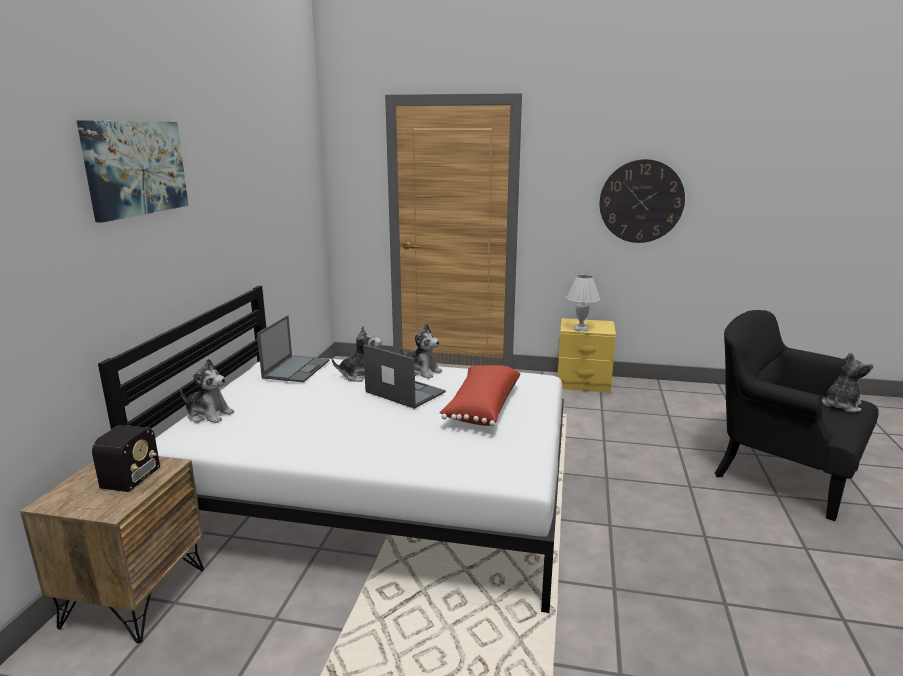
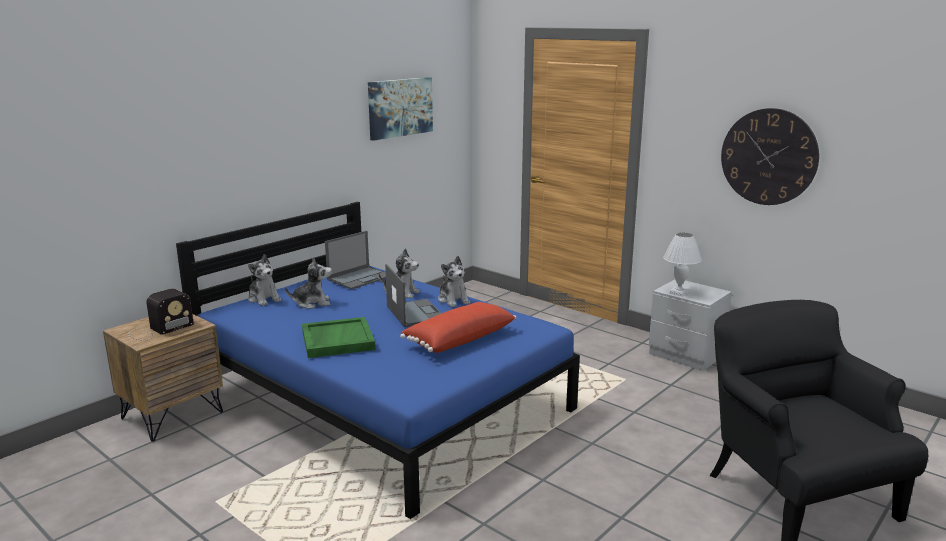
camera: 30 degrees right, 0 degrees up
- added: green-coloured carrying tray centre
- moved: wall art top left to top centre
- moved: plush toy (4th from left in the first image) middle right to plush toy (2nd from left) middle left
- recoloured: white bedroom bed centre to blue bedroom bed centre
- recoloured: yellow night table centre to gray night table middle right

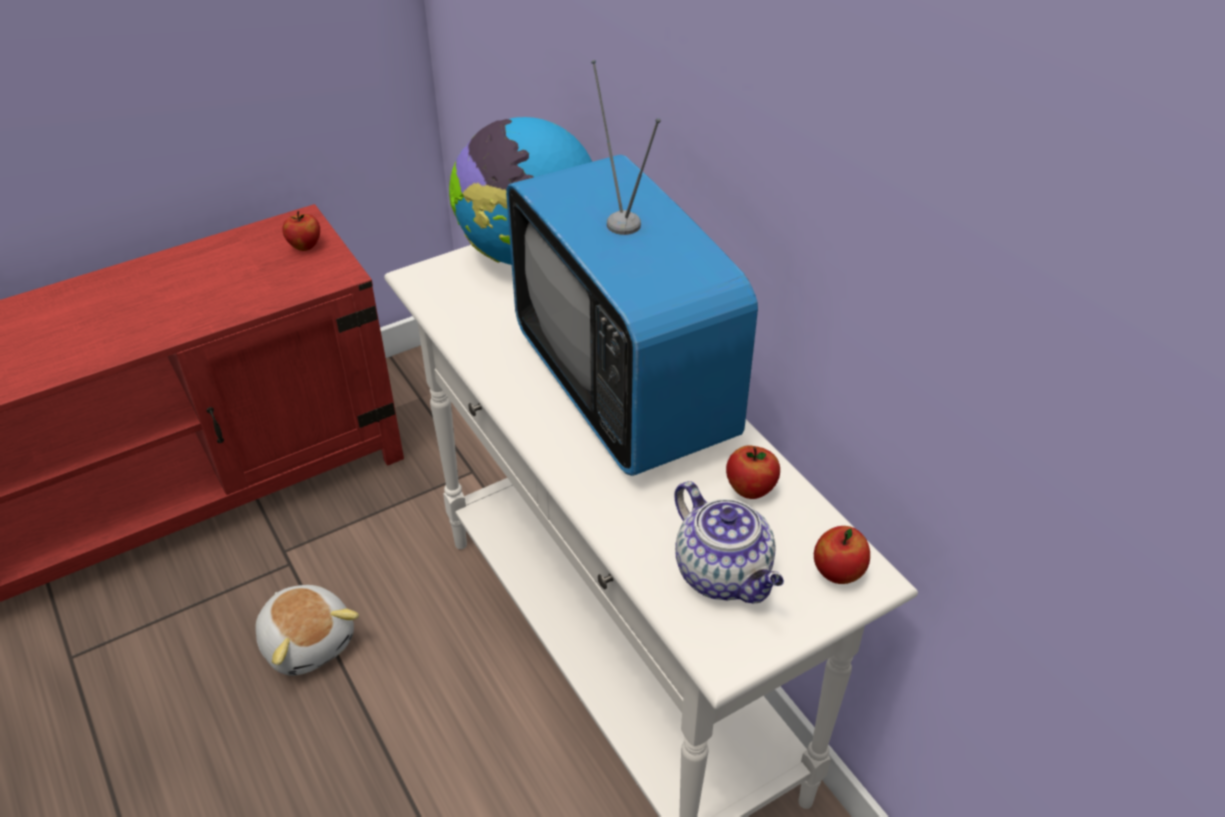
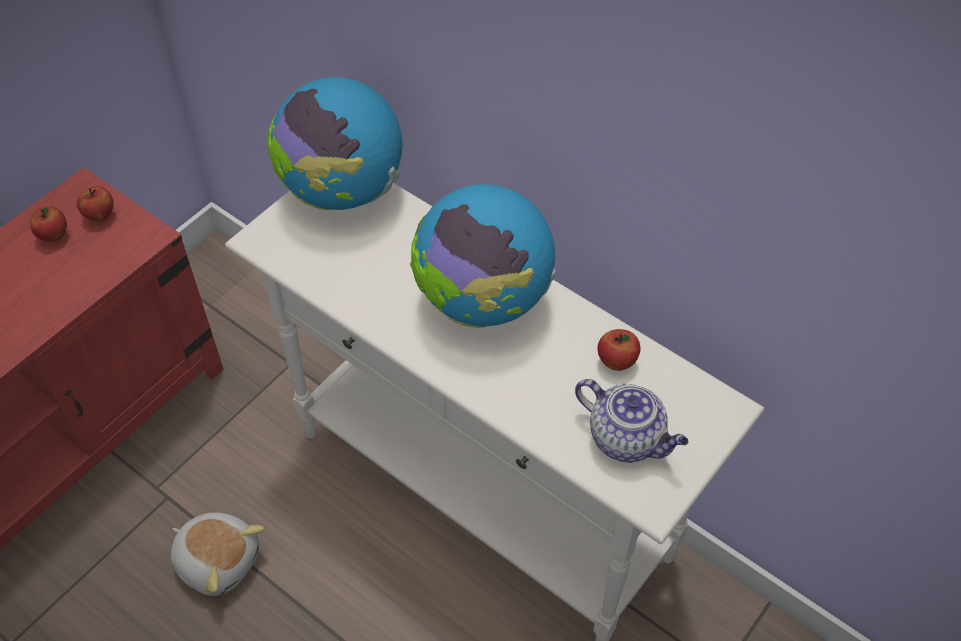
camera: 20 degrees left, 10 degrees up
- moved: apple fruit (3rd from left in the first image) bottom right to apple fruit (1st from left) middle left
- replaced: TV set top centre to globe (2nd from left) centre

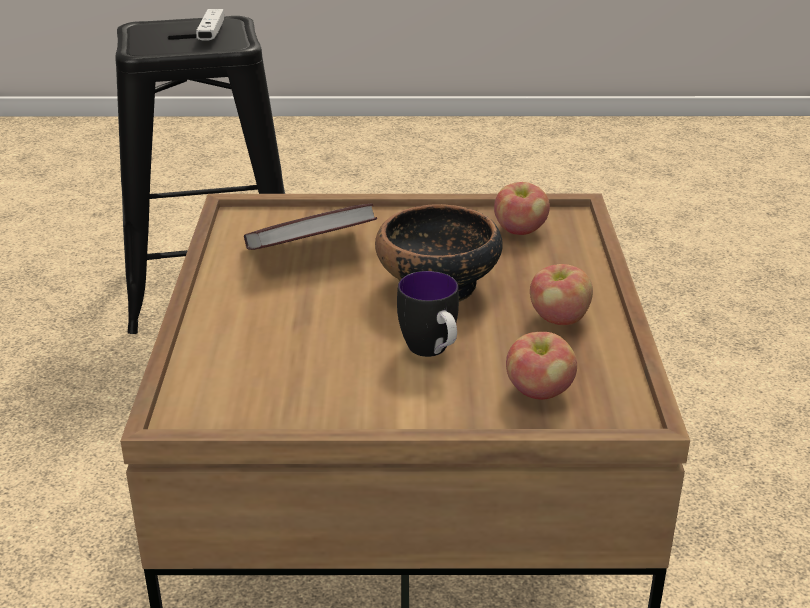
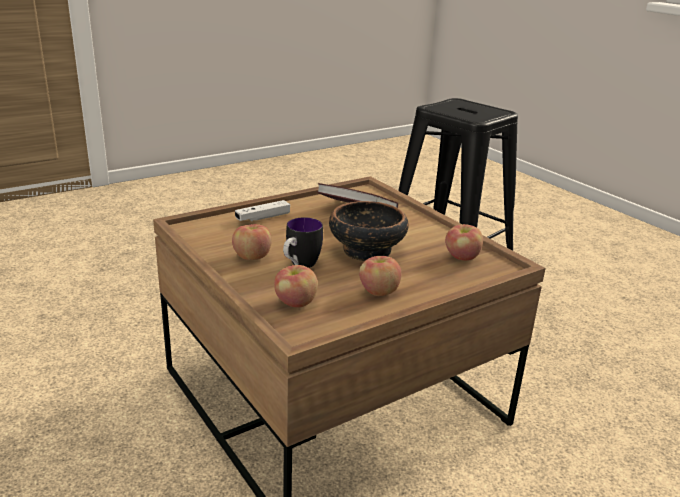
camera: 55 degrees right, 5 degrees down
- added: apple fruit (1st from left) centre
- moved: white game controller top left to centre

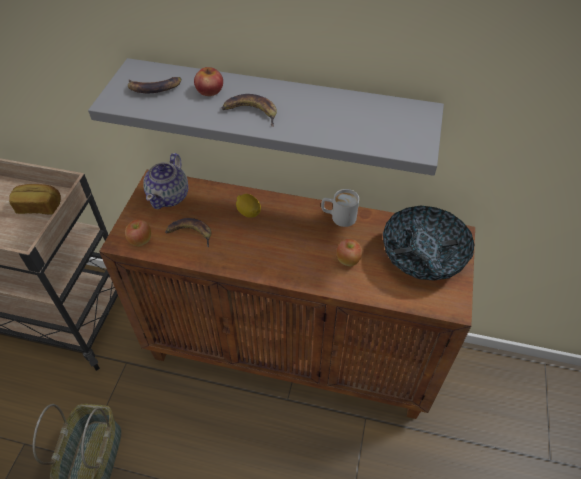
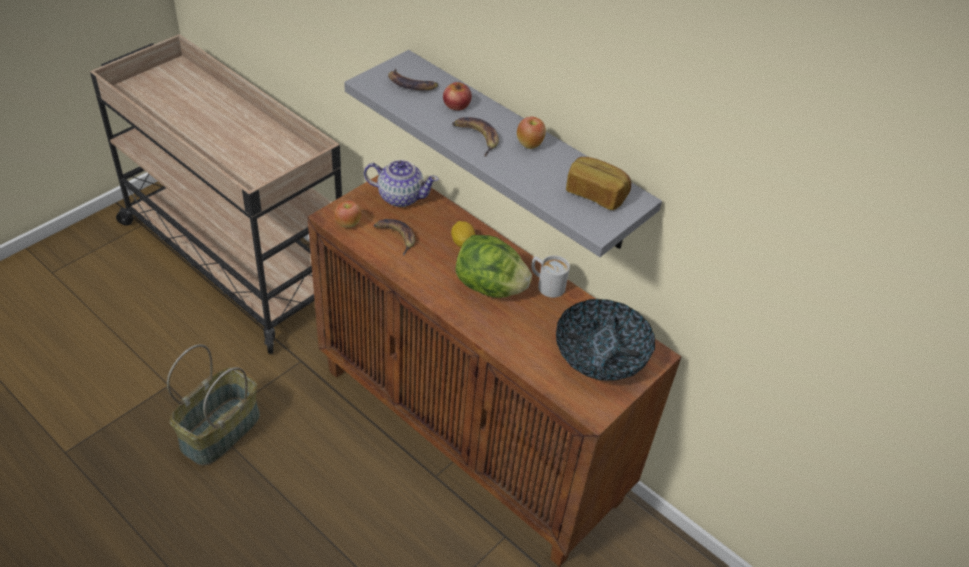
camera: 25 degrees right, 5 degrees down
- added: lettuce centre
- moved: bakery bread middle left to top centre
- moved: apple fruit (3rd from left) centre to top centre
- turned: teapot middle left = top centre 120 degrees counterclockwise

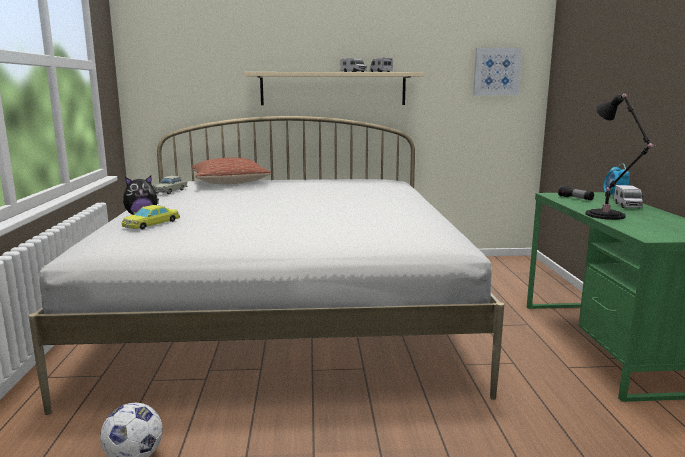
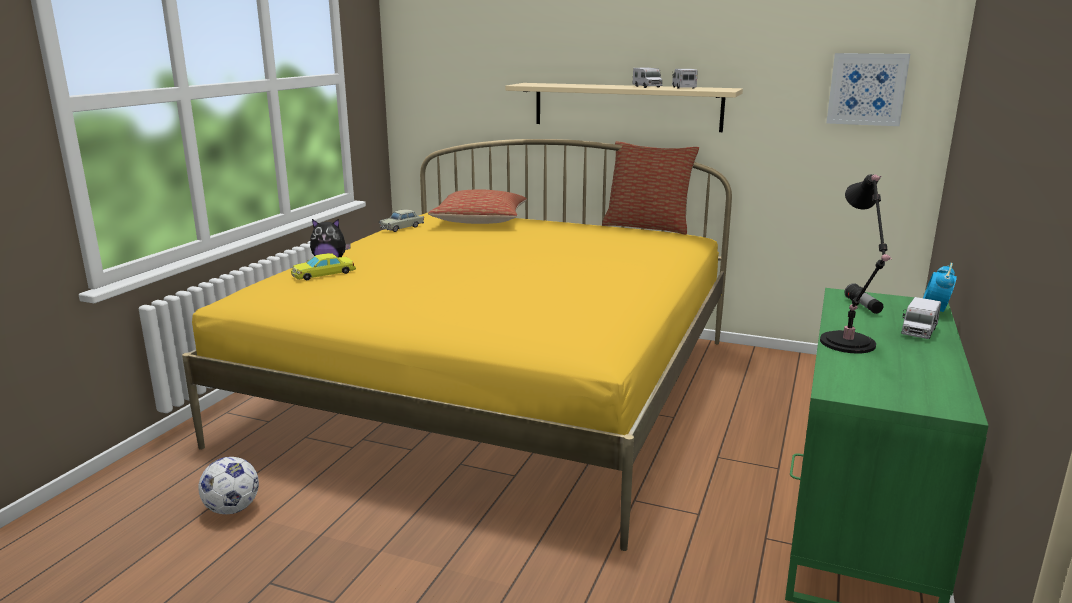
camera: 25 degrees right, 5 degrees up
- added: cushion (2nd from left) top centre
- recoloured: white bedroom bed centre to yellow bedroom bed centre

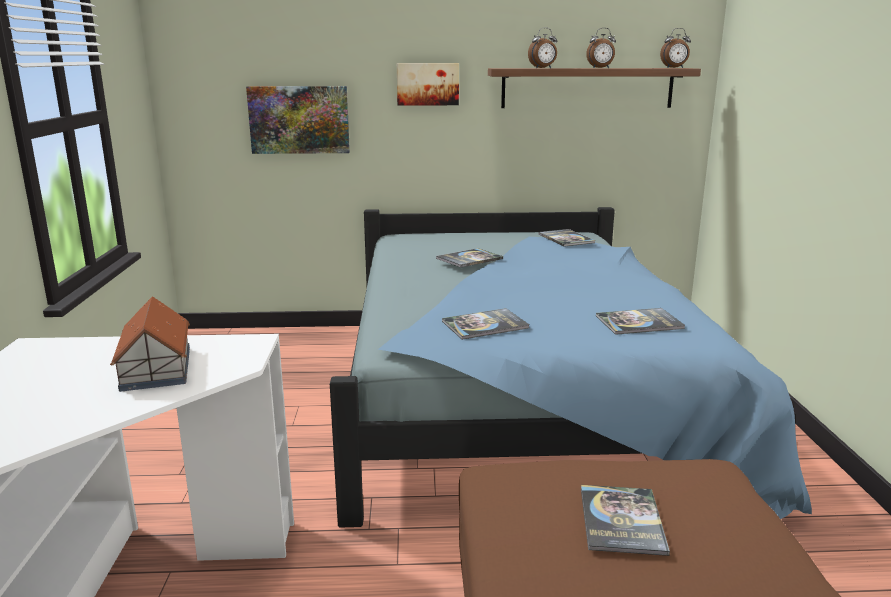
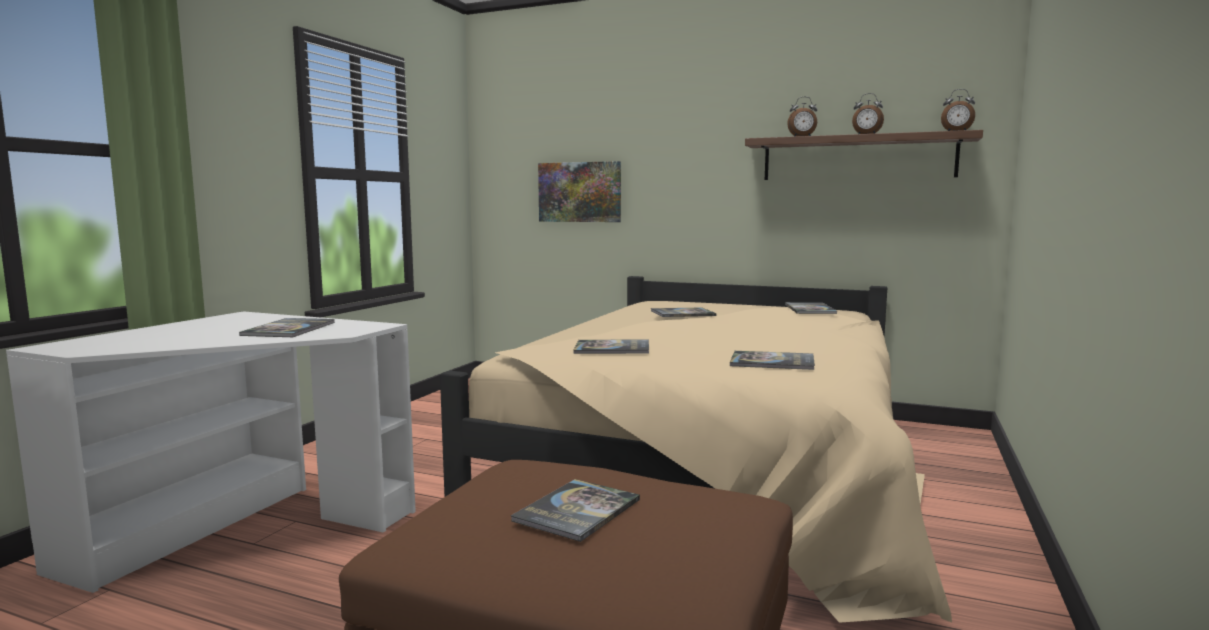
camera: 25 degrees right, 10 degrees down
- removed: wall art (2nd from left) top centre
- replaced: toy house middle left to volume (1st from left) middle left
- recoloured: blue bedroom bed centre to sand-coloured bedroom bed bottom centre

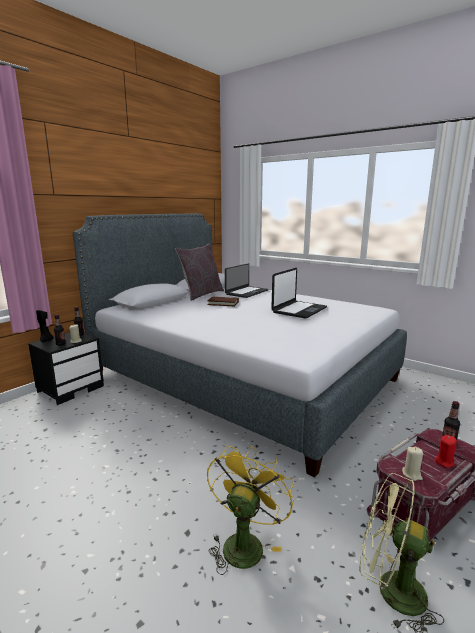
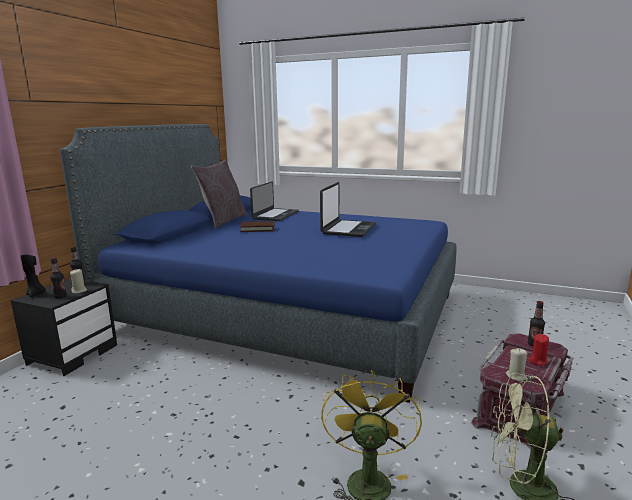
camera: 15 degrees left, 0 degrees up
- recoloured: gray bedroom bed centre to blue bedroom bed centre

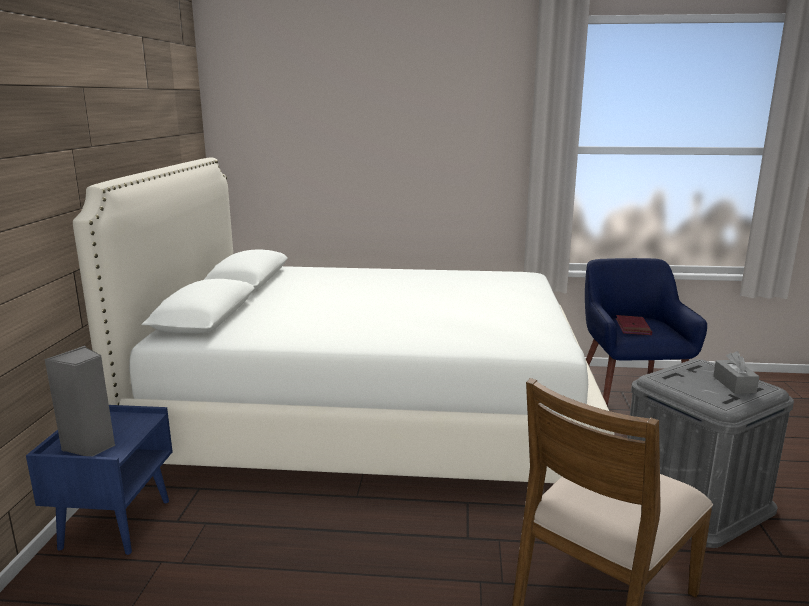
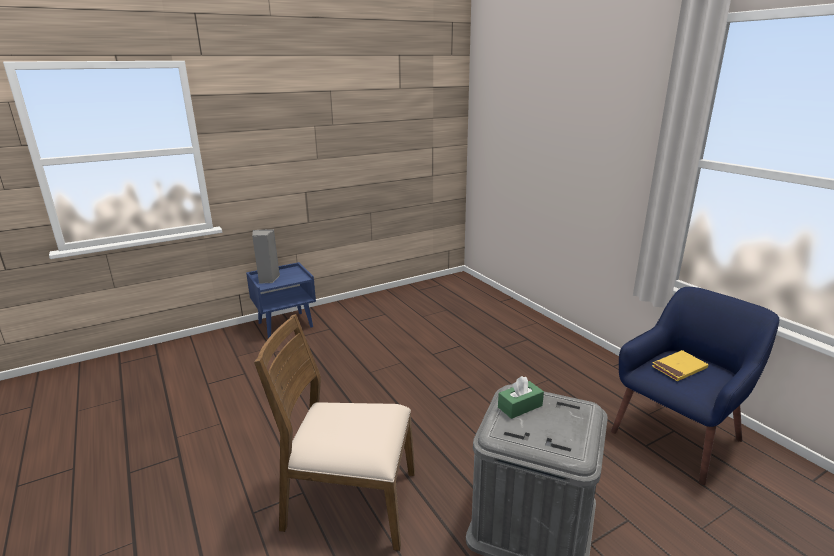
camera: 55 degrees right, 5 degrees up
- removed: white bedroom bed centre
- removed: gray tissue holder middle right
- added: green-coloured tissue holder bottom centre
- recoloured: red-coloured volume middle right to yellow volume middle right

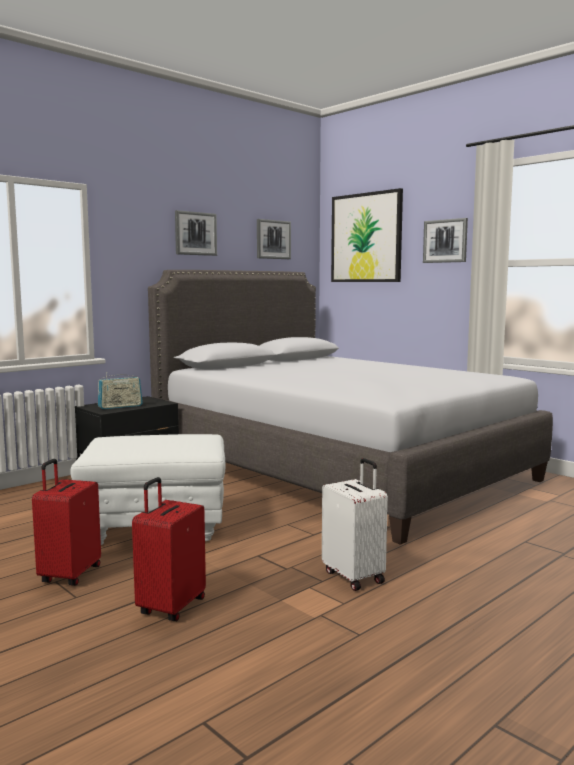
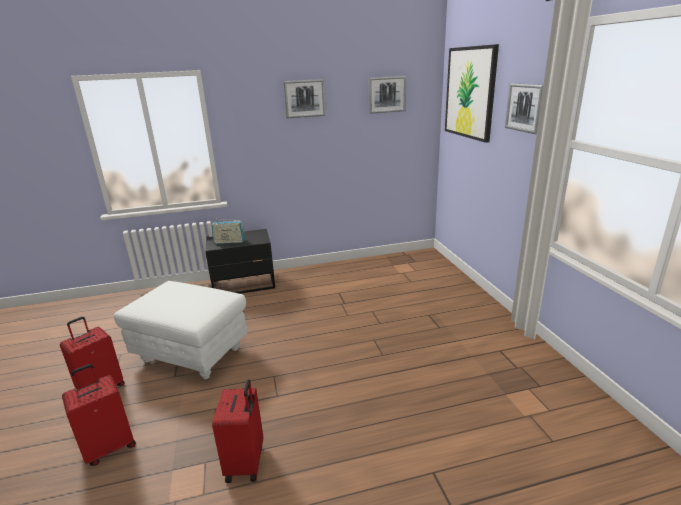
camera: 30 degrees right, 15 degrees up
- removed: gray bedroom bed centre
- recoloured: white piece of luggage bottom centre to red-coloured piece of luggage (3rd from left) bottom centre

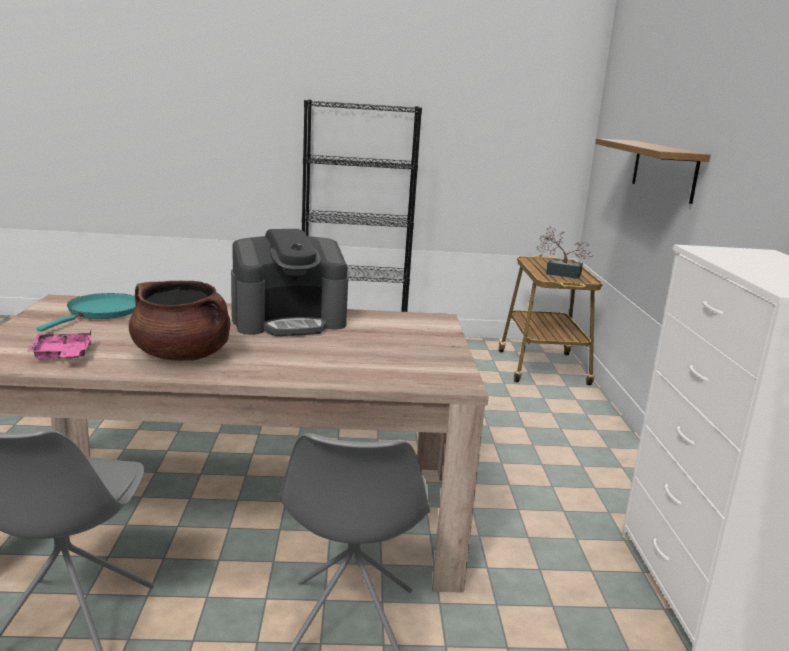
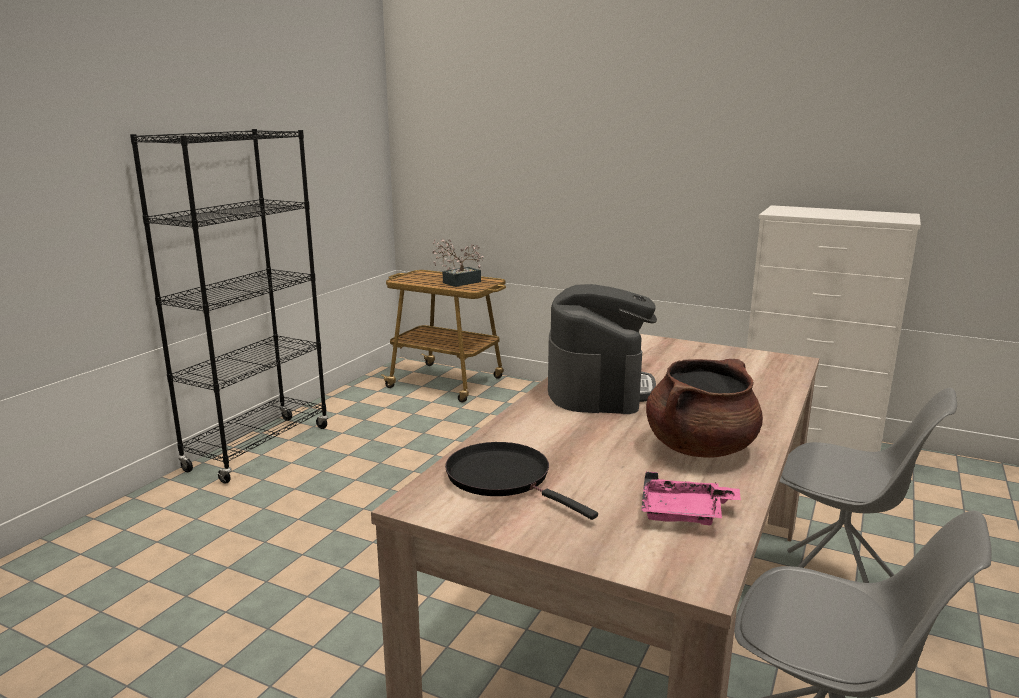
camera: 60 degrees left, 0 degrees up
- removed: shelf top right
- recoloured: turquoise-coloured skillet middle left to blackish skillet bottom centre

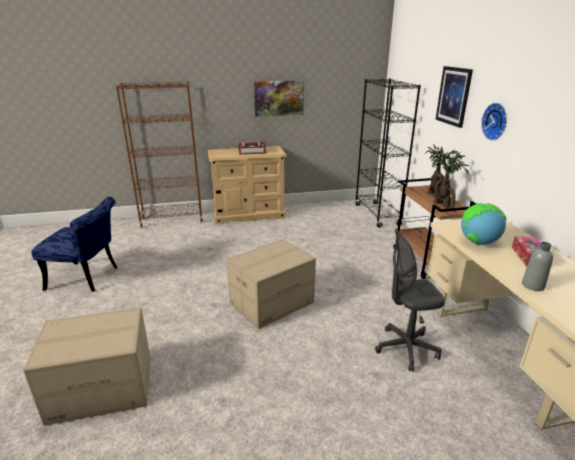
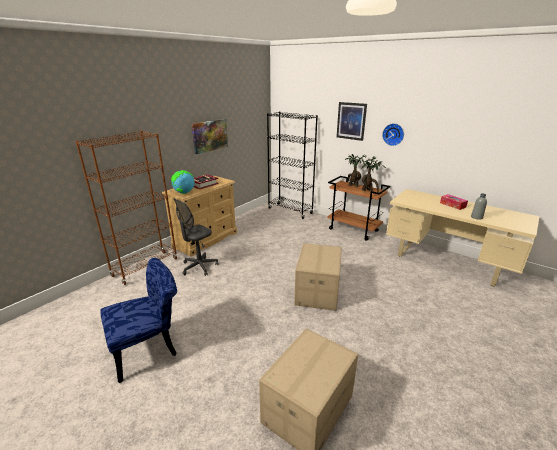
camera: 40 degrees left, 0 degrees up
- moved: gray office chair middle right to centre
- moved: globe middle right to middle left

